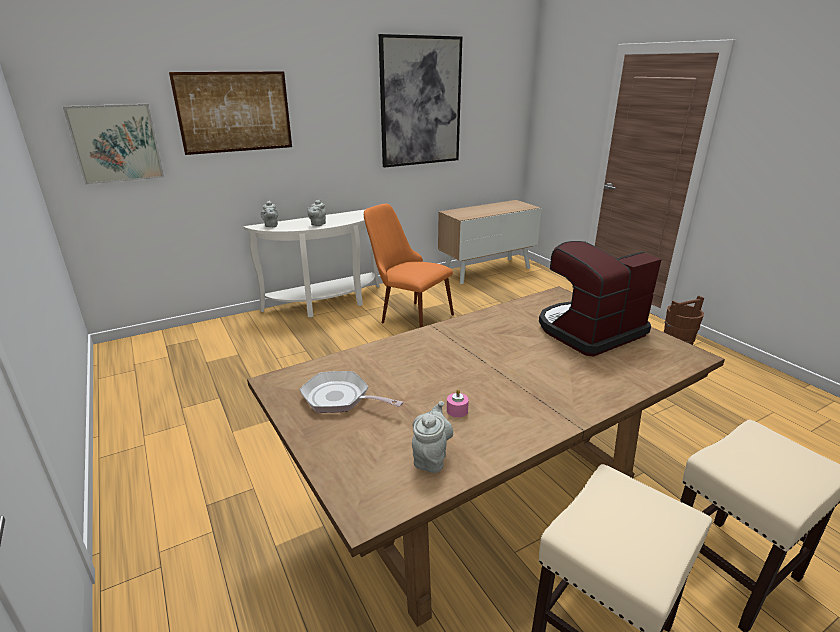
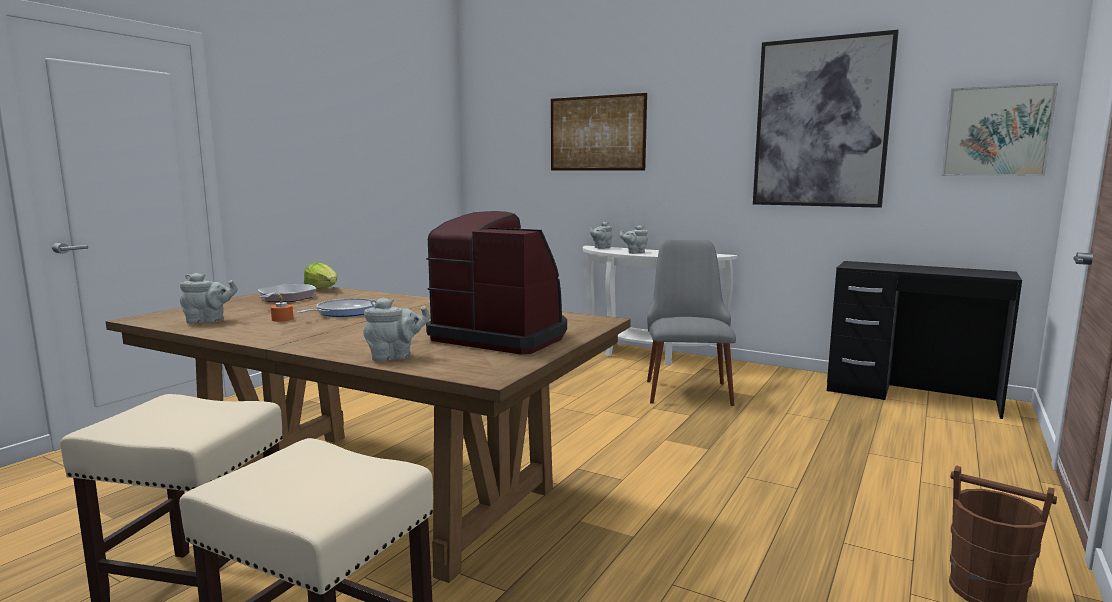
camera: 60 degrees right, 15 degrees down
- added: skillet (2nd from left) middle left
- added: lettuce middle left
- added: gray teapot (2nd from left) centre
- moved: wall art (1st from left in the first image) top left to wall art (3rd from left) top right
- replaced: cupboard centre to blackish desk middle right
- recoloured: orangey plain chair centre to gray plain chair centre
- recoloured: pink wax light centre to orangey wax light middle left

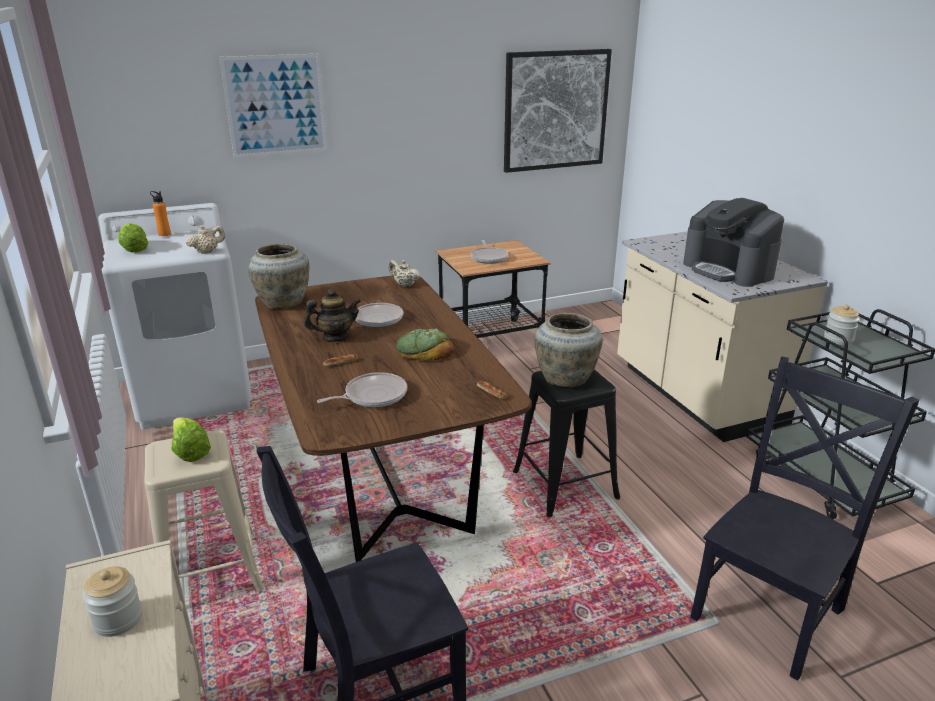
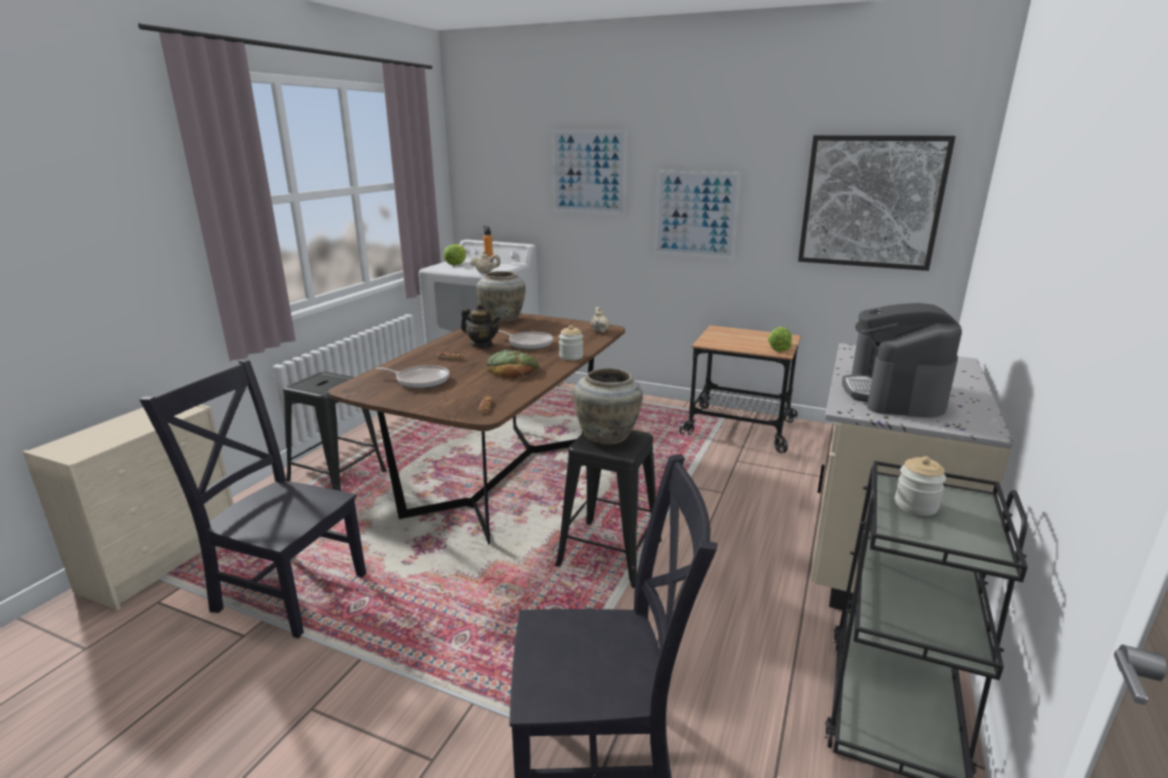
camera: 45 degrees right, 5 degrees down
- removed: skillet (3rd from left) centre
- added: wall art (2nd from left) top centre
- moved: preserve jar (1st from left) bottom left to centre
- moved: lettuce (2nd from left) middle left to middle right
- recoloured: sand-coloured stool bottom left to blackish stool (1st from left) middle left

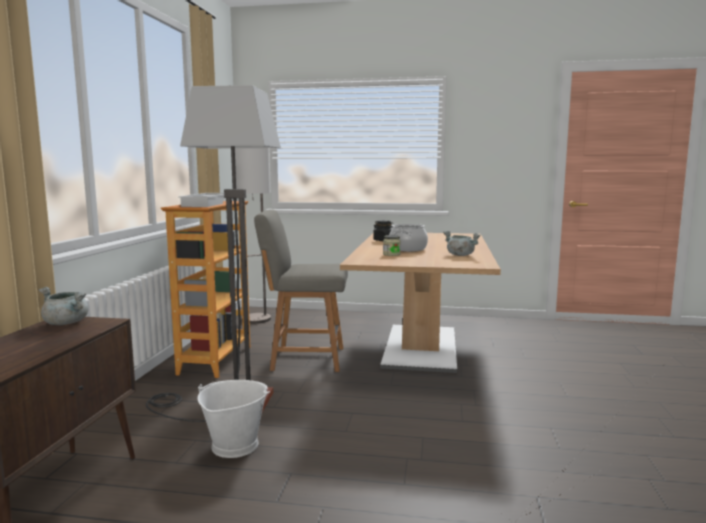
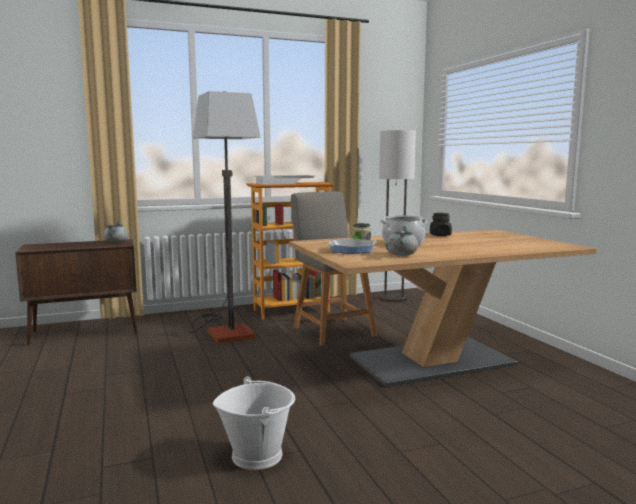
camera: 60 degrees right, 0 degrees up
- added: skillet centre
- moved: white pail bottom left to bottom centre

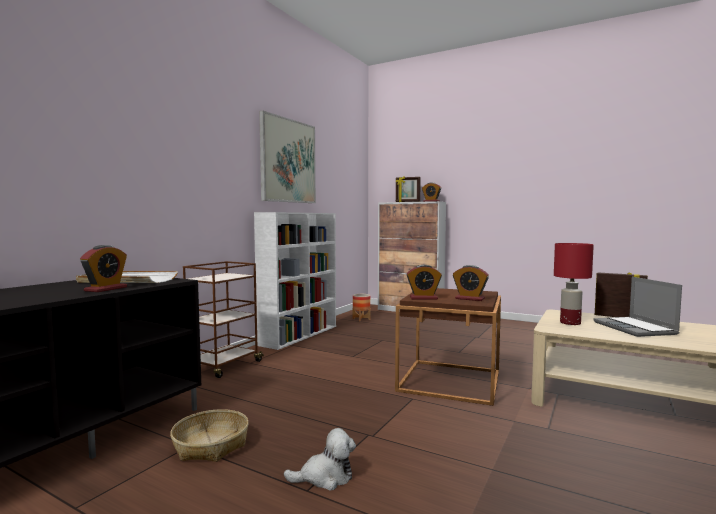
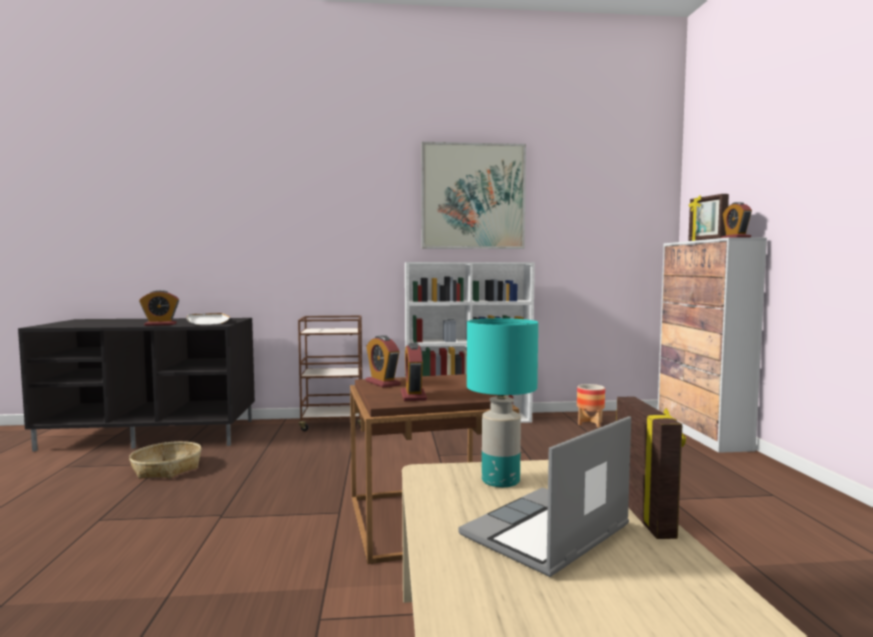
camera: 55 degrees right, 0 degrees up
- removed: plush toy bottom centre
- recoloured: red-coloured lamp for a table middle right to turquoise-coloured lamp for a table centre

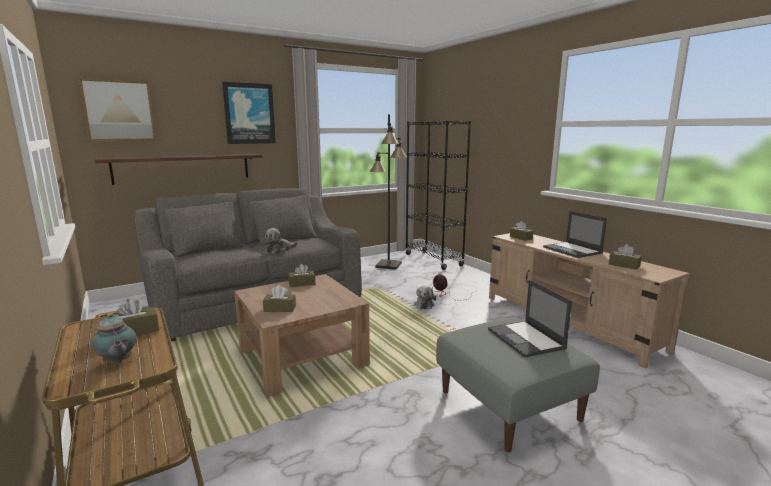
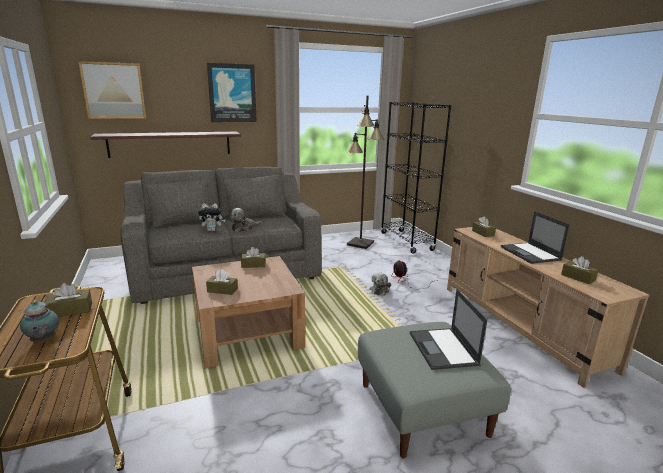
camera: 10 degrees right, 5 degrees up
- added: plush toy (1st from left) middle left

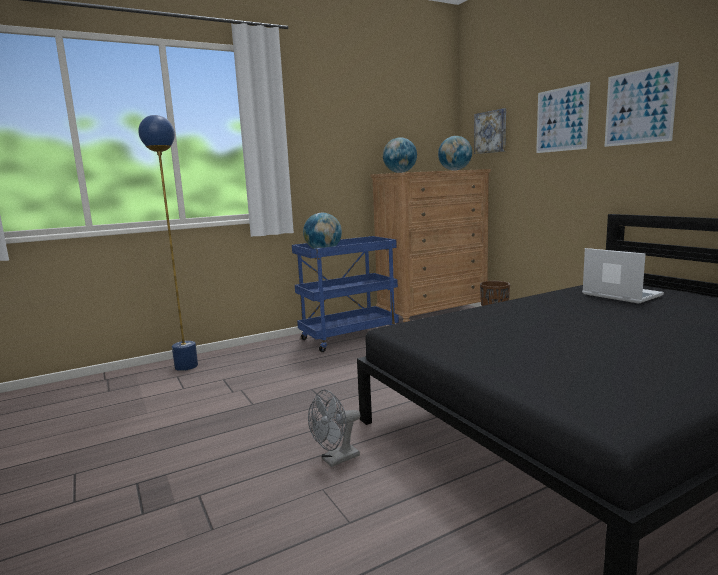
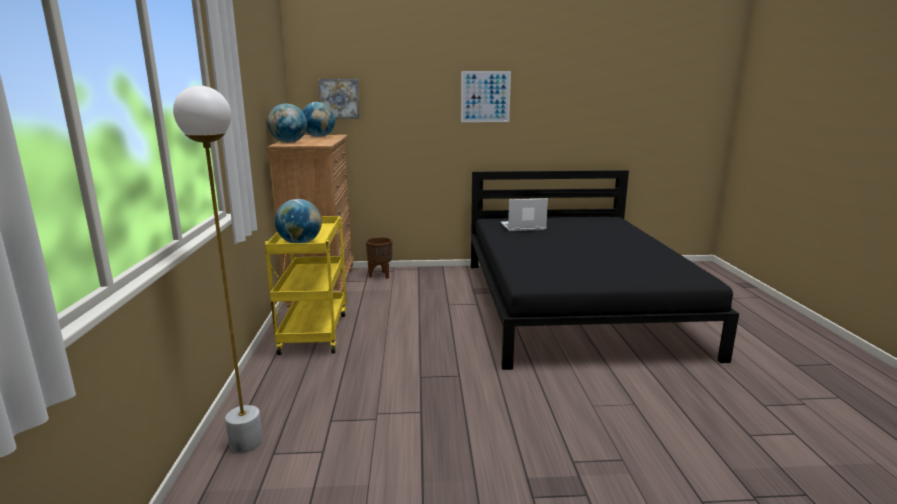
camera: 65 degrees left, 5 degrees up
- removed: gray cooling fan bottom centre
- removed: wall art (2nd from left) top right
- recoloured: blue standing lamp middle left to white standing lamp middle left
- recoloured: blue trolley centre to yellow trolley centre

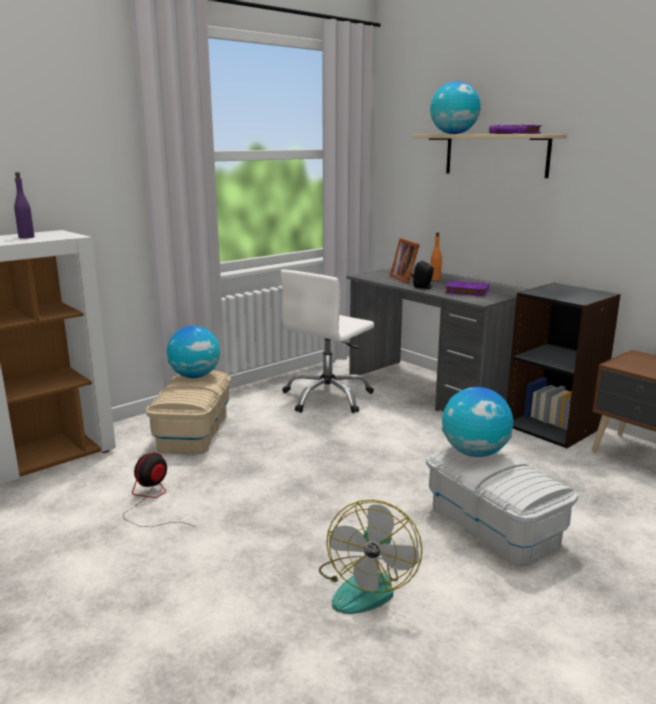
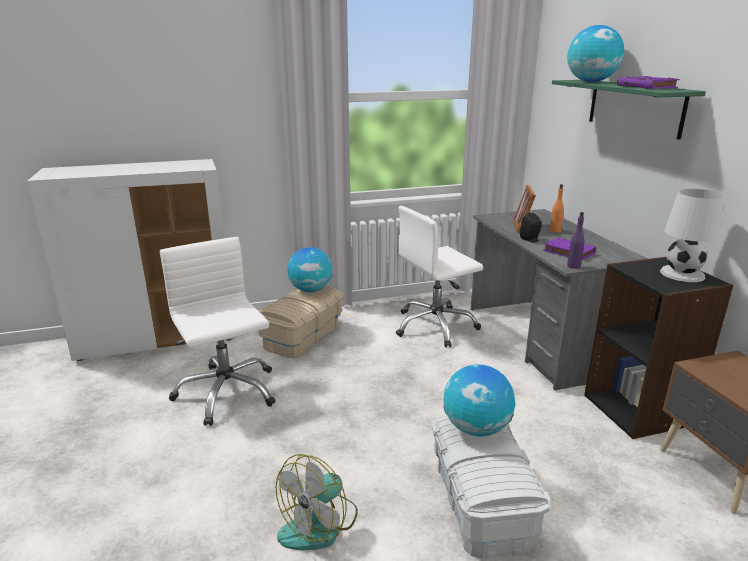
camera: 25 degrees right, 5 degrees up
- added: white lamp for a table middle right
- moved: purplish beverage bottle top left to middle right
- replaced: cooling fan (1st from left) bottom left to white office chair (1st from left) middle left
- recoloured: sand-coloured shelf top right to green-coloured shelf top right

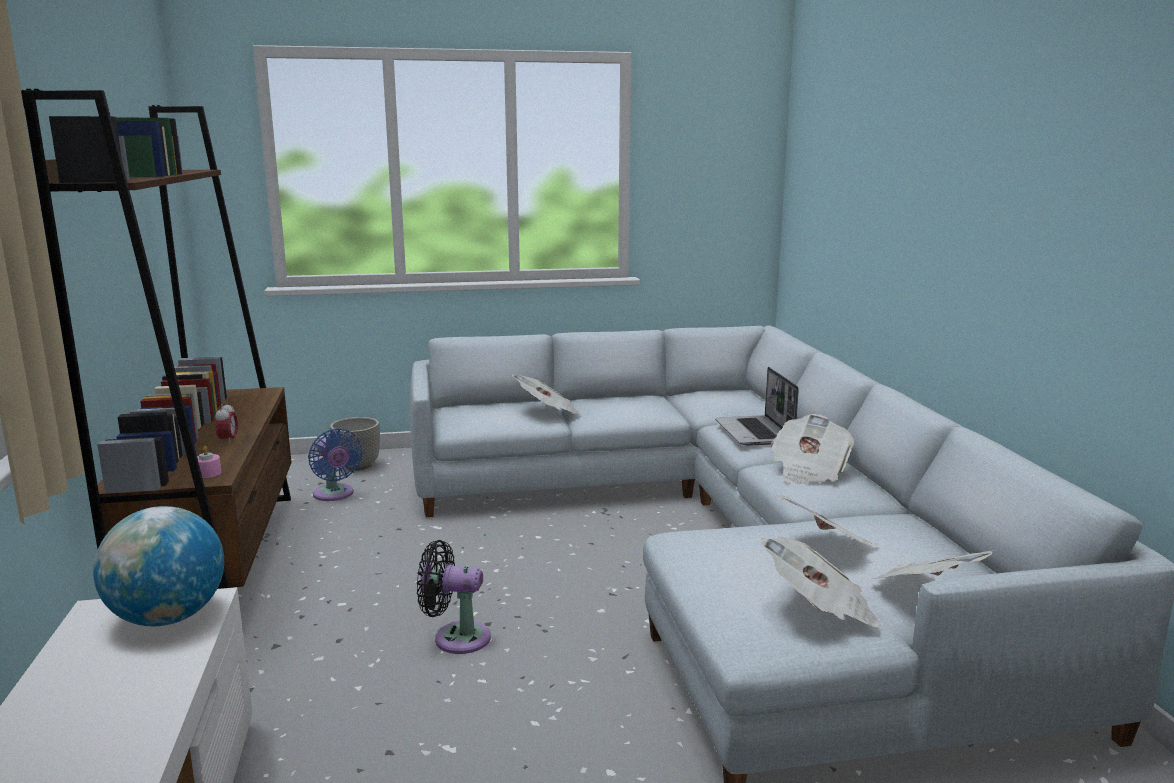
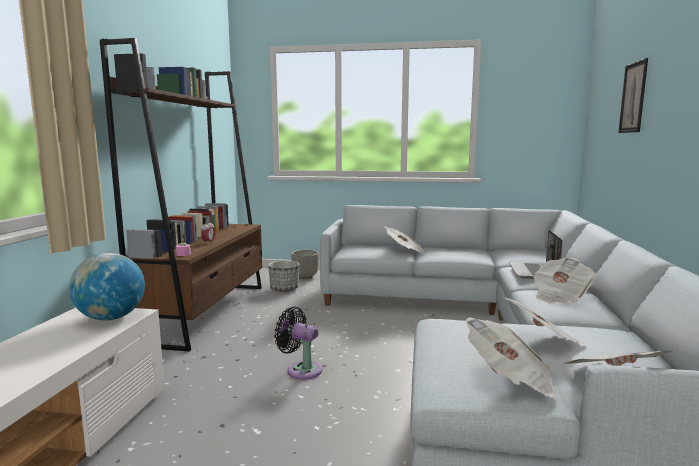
camera: 20 degrees right, 5 degrees down
- added: wall art top right
- replaced: blue cooling fan middle left to flower pot (1st from left) centre

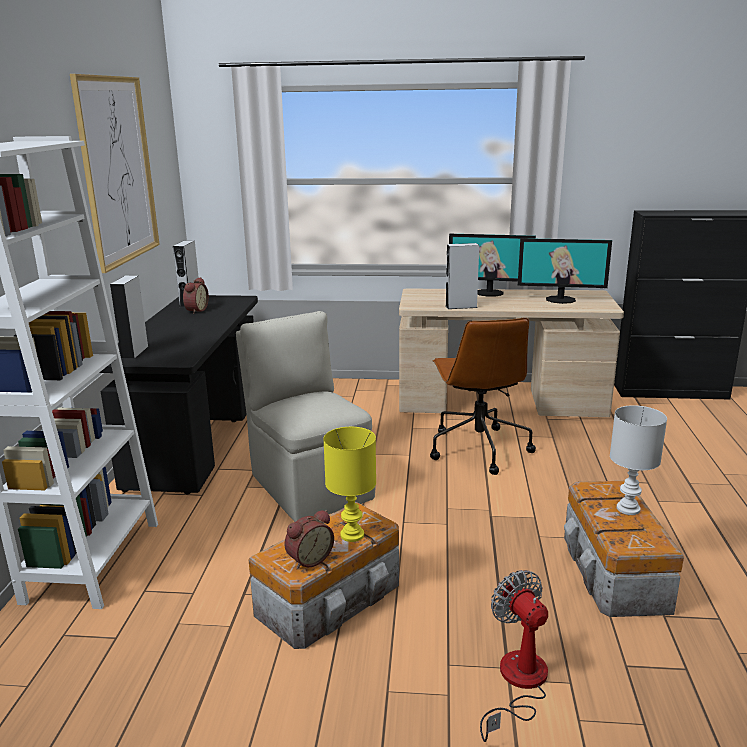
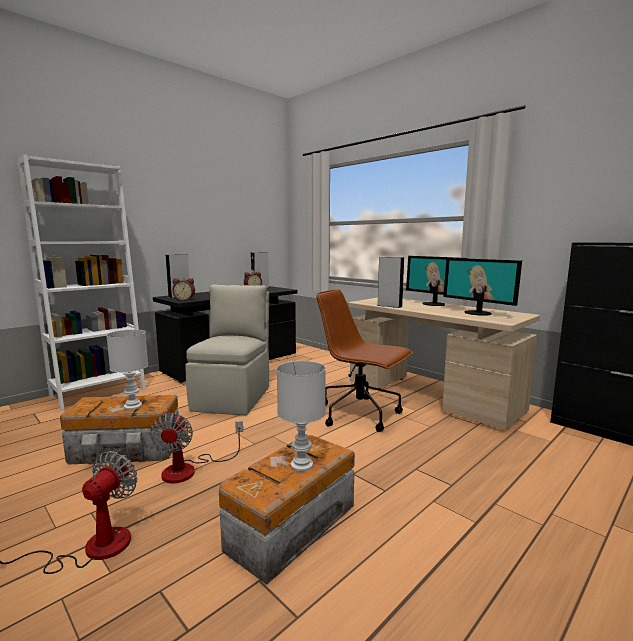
camera: 40 degrees right, 10 degrees down
- removed: wall art top left
- added: cooling fan (2nd from left) bottom left
- moved: table clock (2nd from left in the first image) bottom centre to table clock (1st from left) middle left
- recoloured: yellow lamp for a table centre to white lamp for a table (1st from left) middle left
- turned: brown-coloured office chair centre = centre 90 degrees clockwise

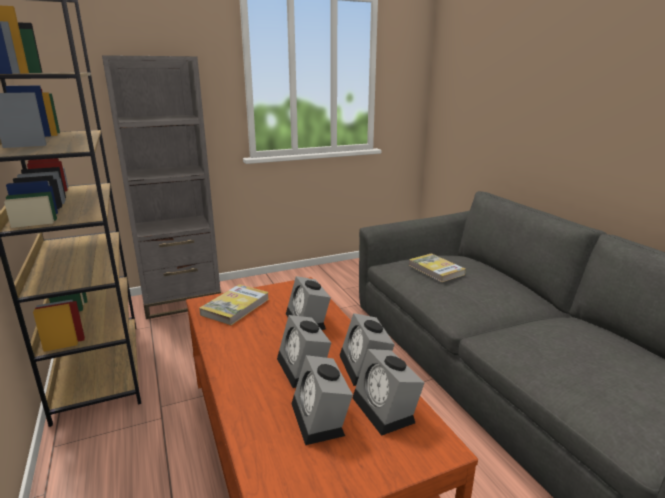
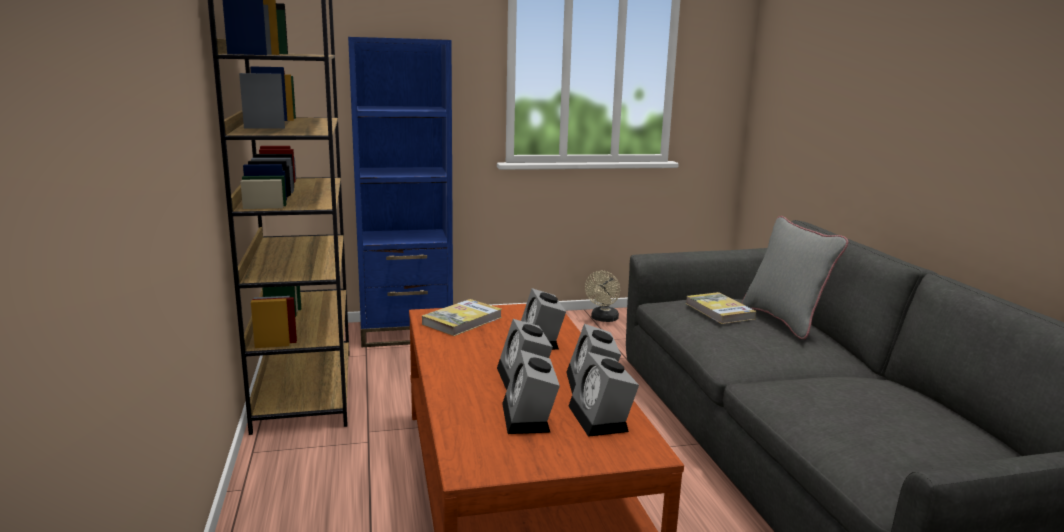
camera: 10 degrees right, 5 degrees down
- added: sand-coloured cooling fan centre
- added: gray cushion middle right
- recoloured: gray shelving unit middle left to blue shelving unit centre

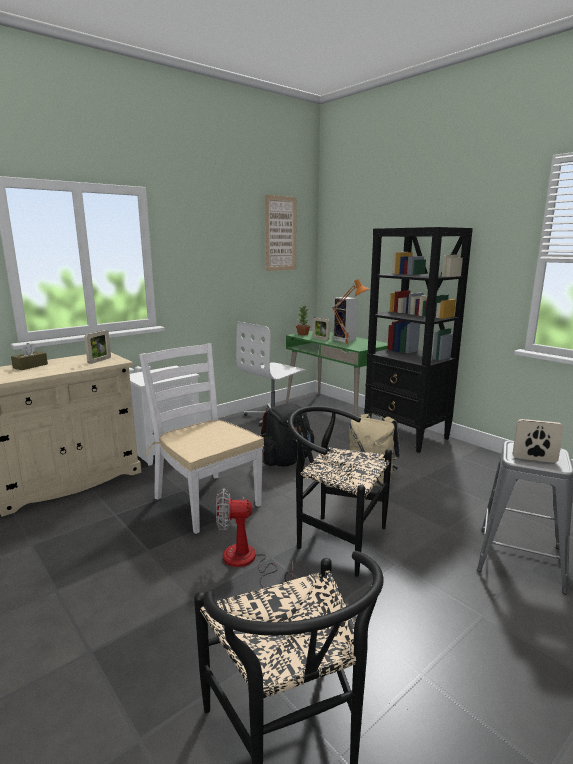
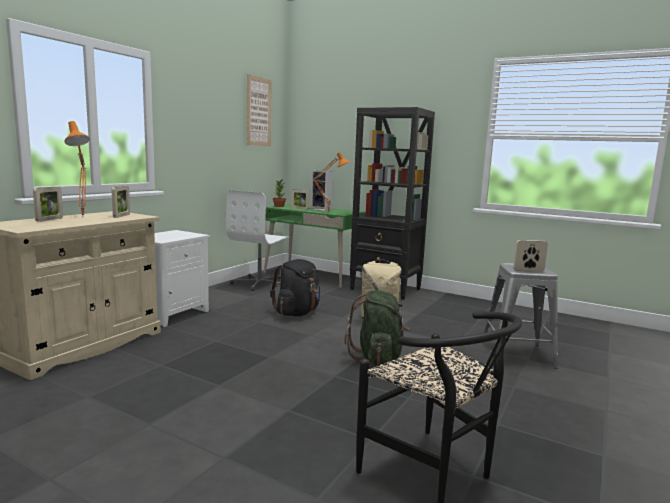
camera: 20 degrees left, 5 degrees down
- removed: white plain chair centre
- removed: cooling fan bottom centre
- added: orangey lamp for a table (1st from left) middle left
- replaced: brown-coloured tissue holder middle left to standing frame (1st from left) middle left
- replaced: blackish plain chair (2nd from left) centre to green-coloured backpack centre

